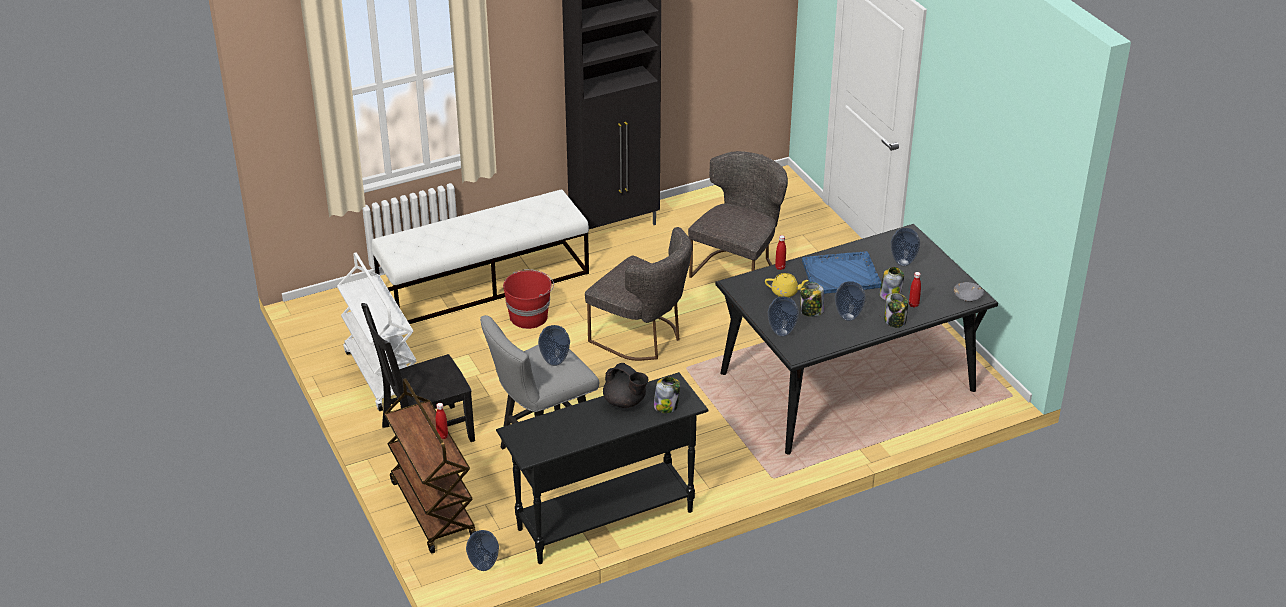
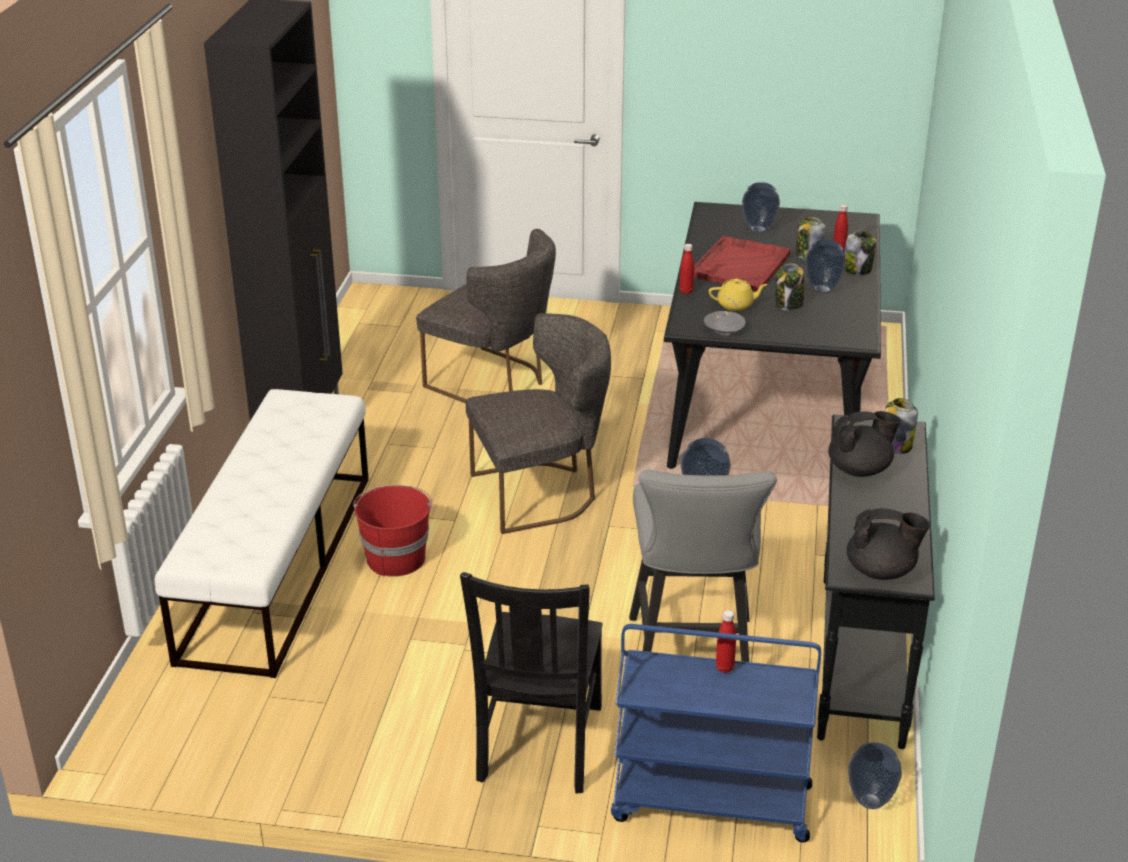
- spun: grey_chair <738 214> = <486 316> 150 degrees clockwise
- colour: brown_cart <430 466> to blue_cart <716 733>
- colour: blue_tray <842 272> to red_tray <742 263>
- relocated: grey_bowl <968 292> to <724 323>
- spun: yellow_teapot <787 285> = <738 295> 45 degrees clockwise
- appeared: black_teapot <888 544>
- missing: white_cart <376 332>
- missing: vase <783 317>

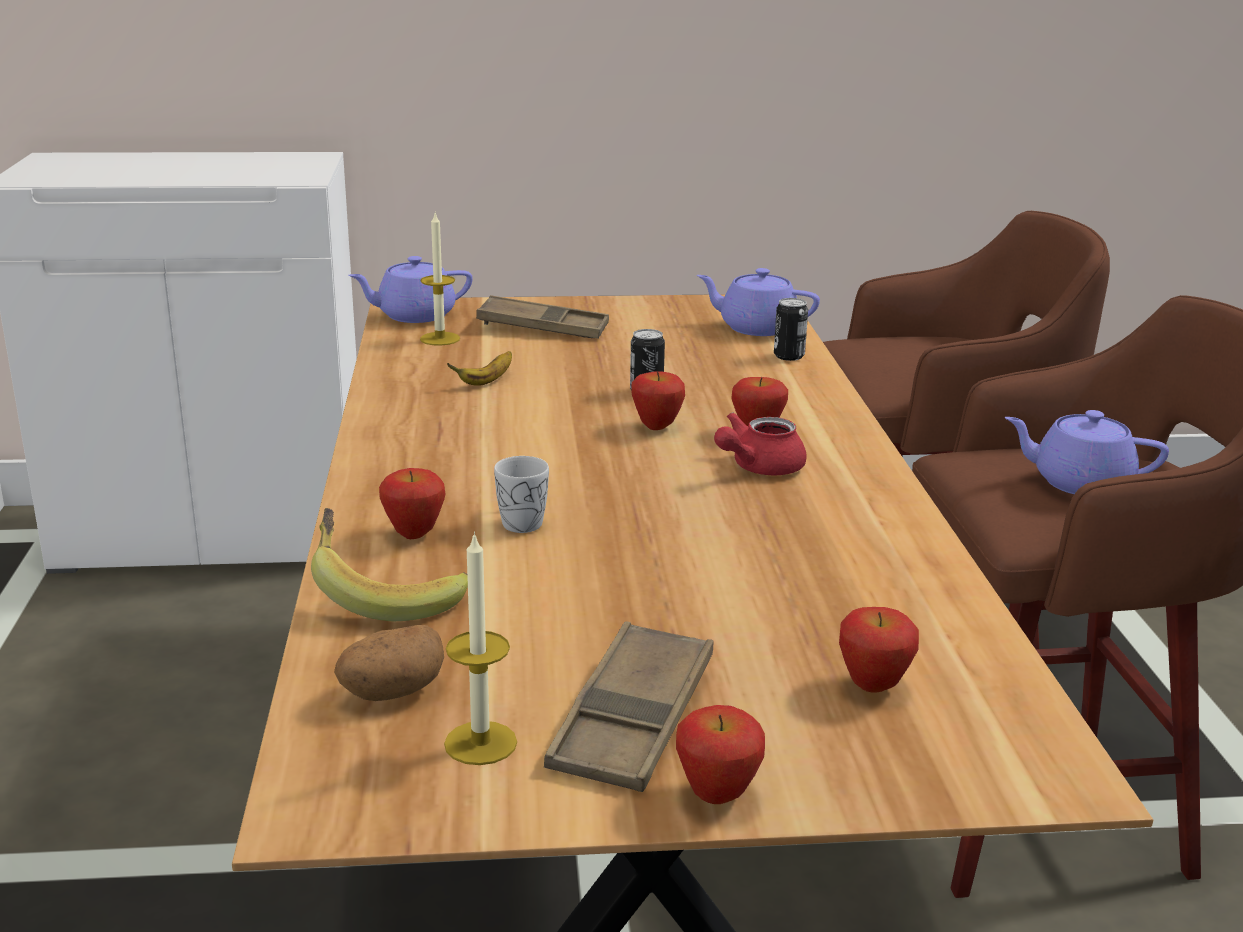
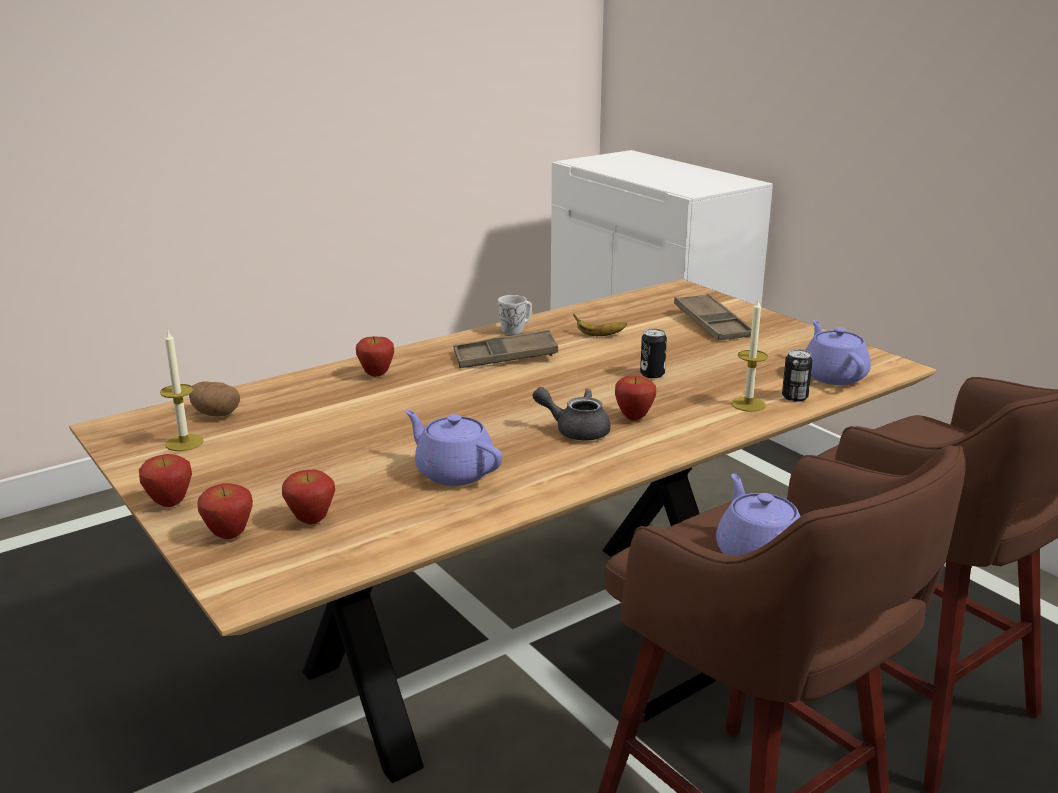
- relocated: apple <658 400> to <225 511>
- relocated: purple_teapot <411 289> to <453 448>
- relocated: brown_tray <629 706> to <505 349>
- relocated: white_mug <521 494> to <515 315>
- colour: red_teapot <760 444> to grey_teapot <571 413>
- relocated: candle <440 279> to <749 356>
- missing: banana <389 564>

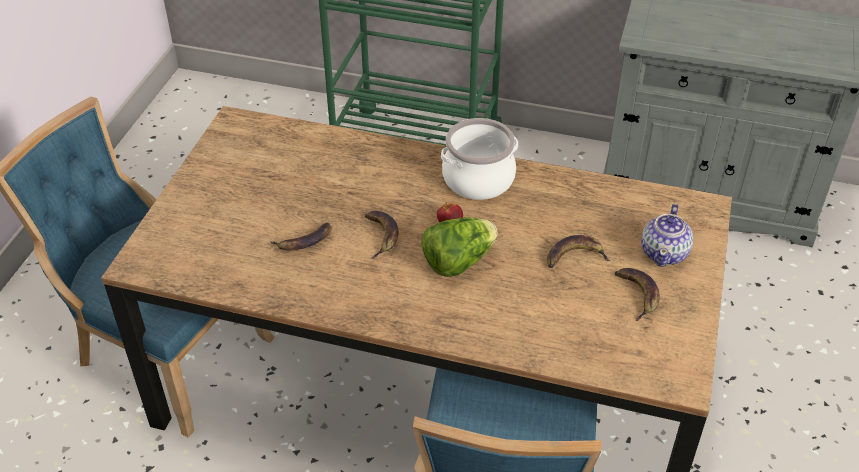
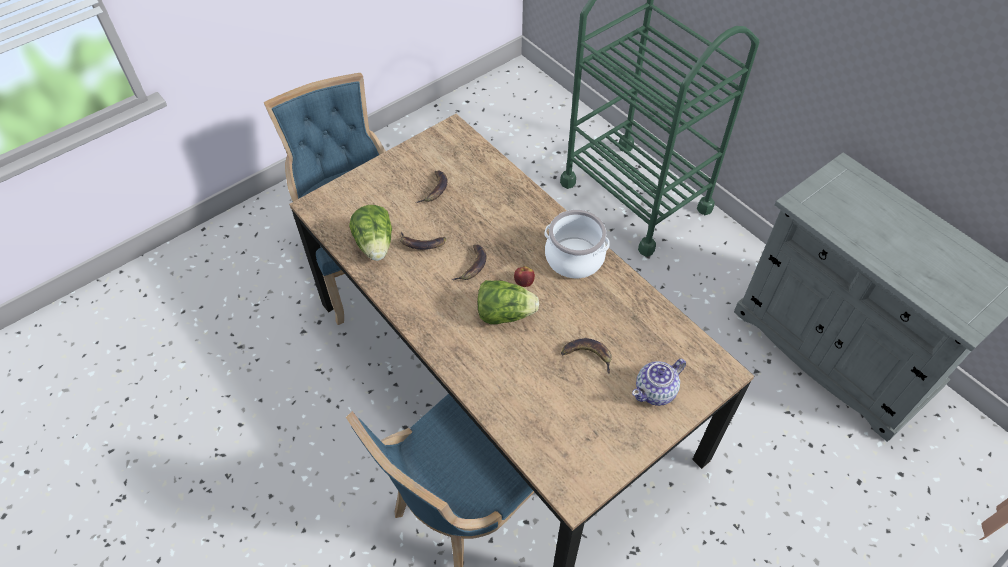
- appeared: lettuce <370 233>
- relocated: banana <637 294> to <432 187>

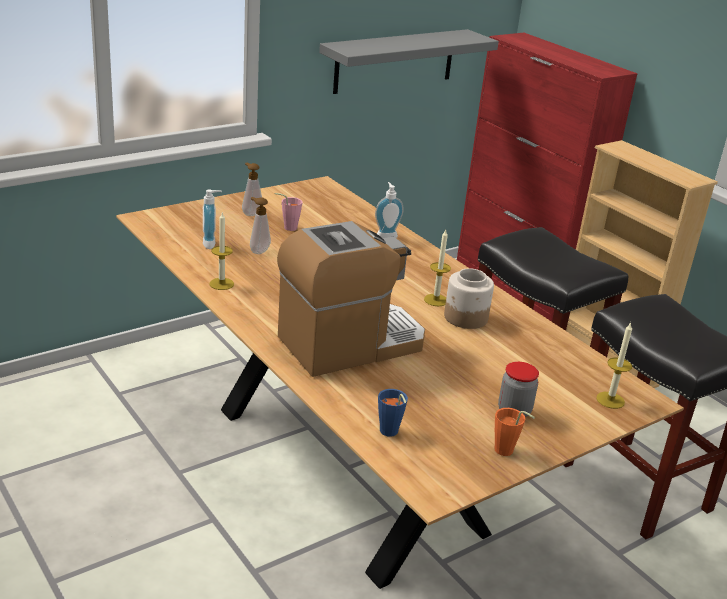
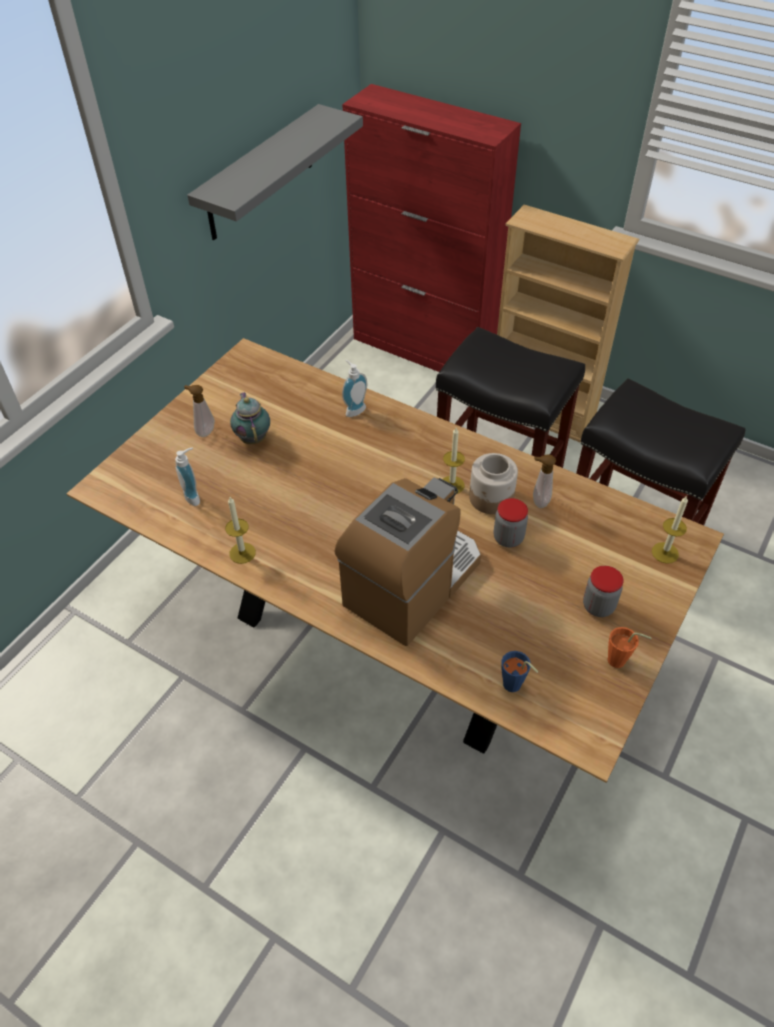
- exchanged: pink_cup <288 212> to teapot <250 418>
- appeared: jar <511 523>
- relocated: soap_dispenser <260 225> to <544 481>

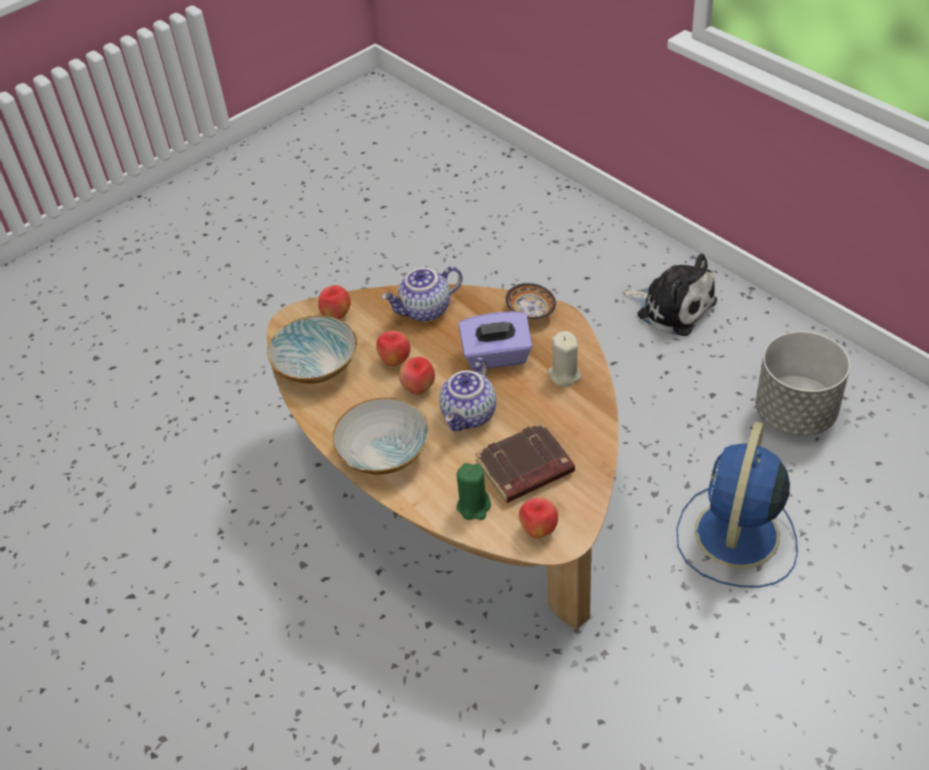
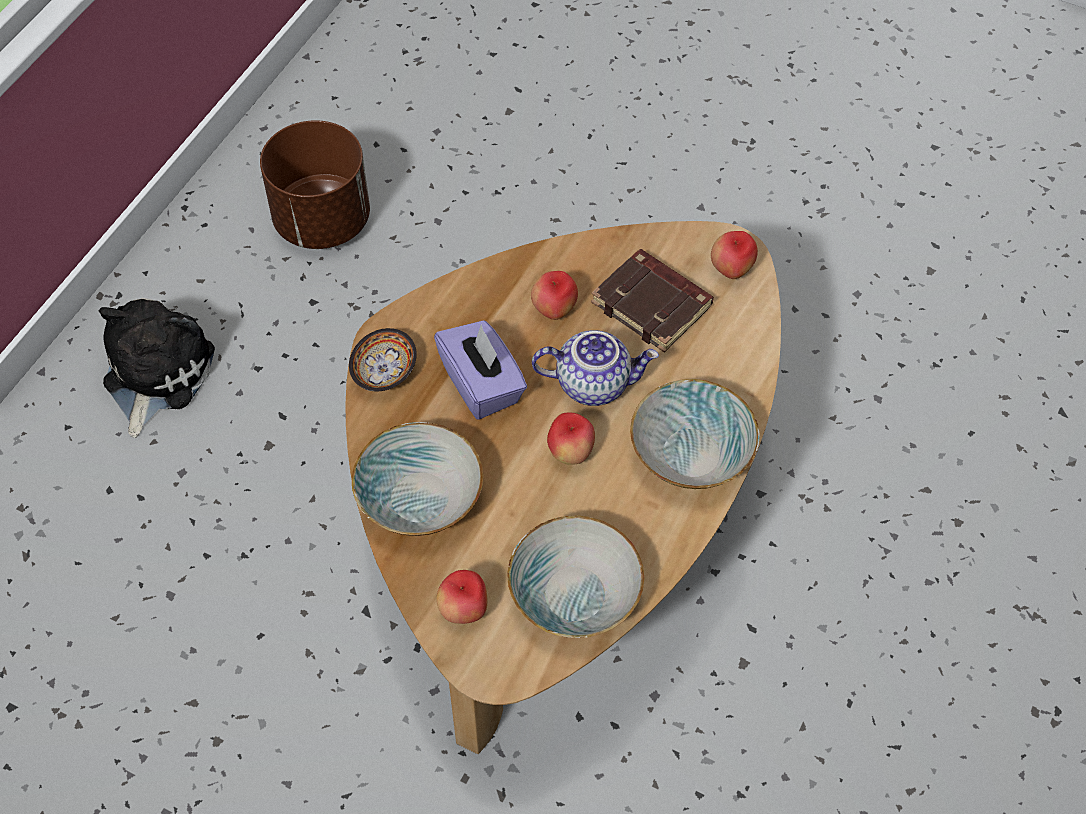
- colour: grey_planter <803 383> to brown_planter <315 184>
- exchanged: teapot <422 294> to bowl <417 479>
- relocated: apple <393 348> to <554 295>
- missing: green_candle <474 491>
- missing: beige_candle <564 359>
- missing: blue_fan <737 504>

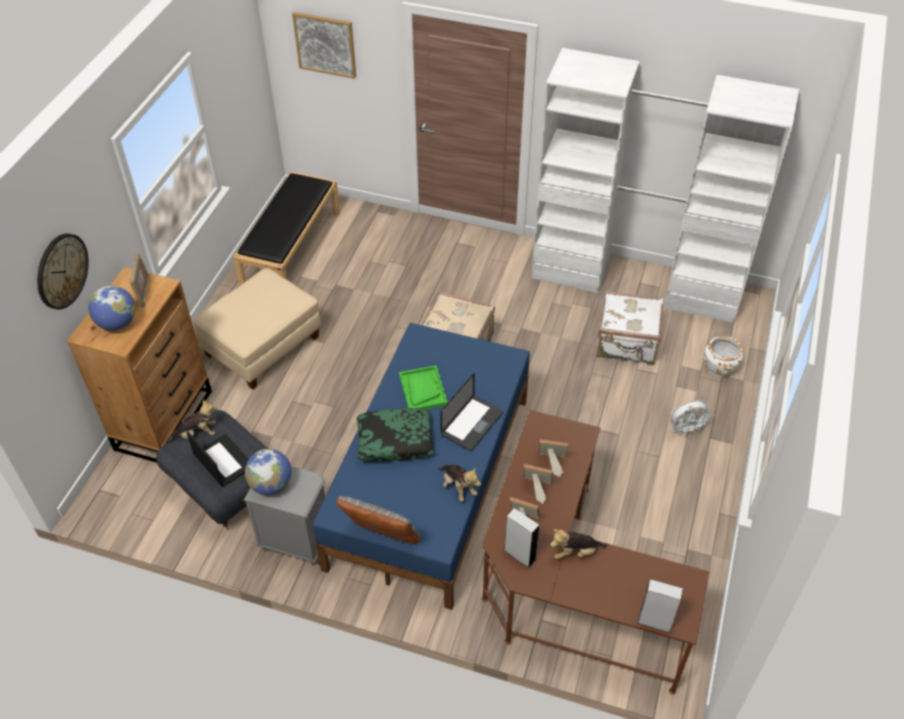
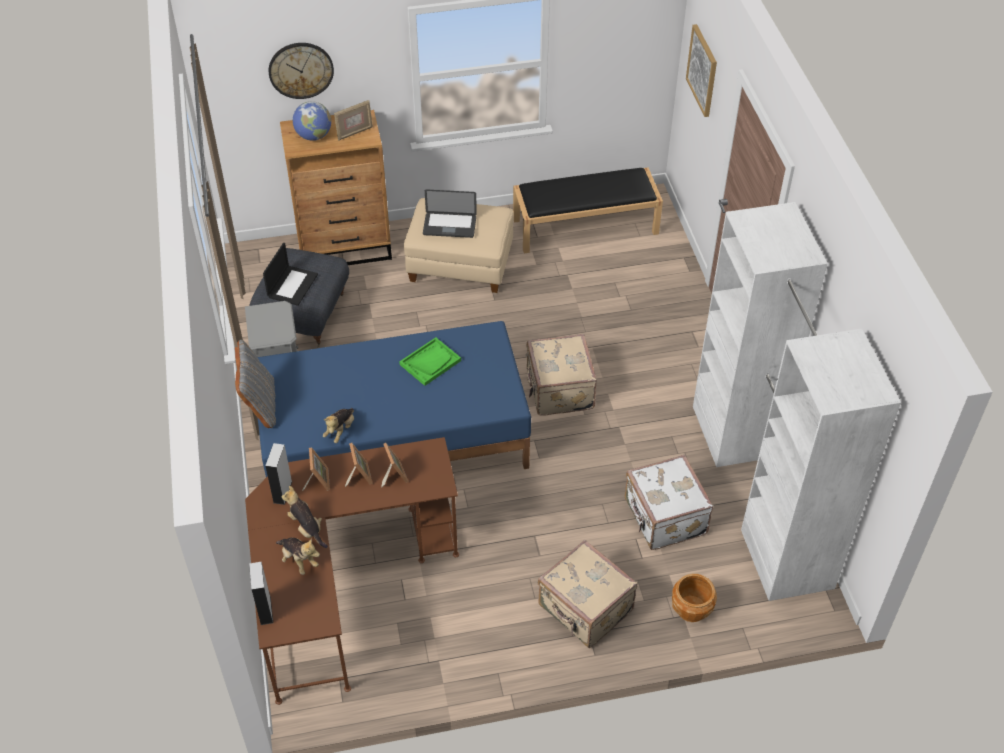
- relocated: plush_toy <192 421> to <298 556>
- relocated: laptop <471 412> to <450 213>
- exchanged: white_fan <692 418> to beige_suitcase <587 594>
- colour: white_planter <723 356> to brown_planter <694 598>
- missing: globe <268 472>
- missing: pillow <395 435>

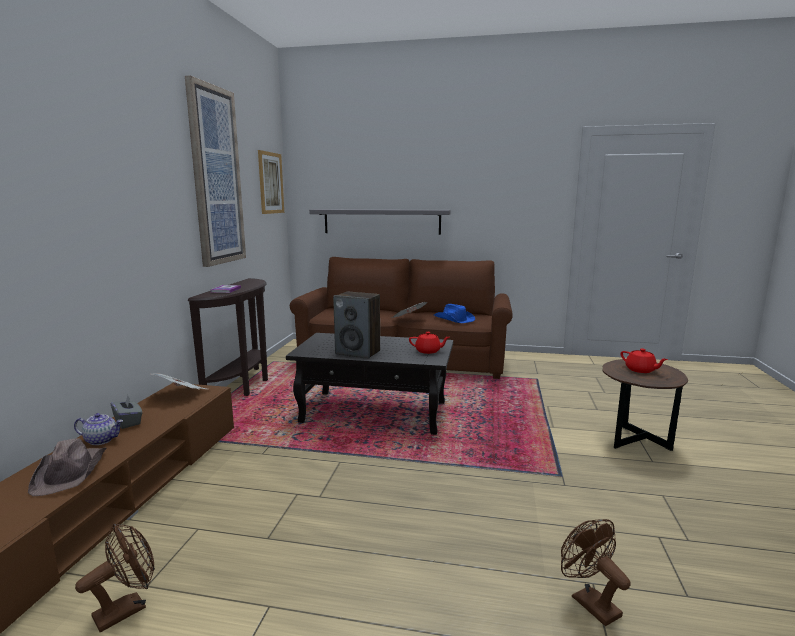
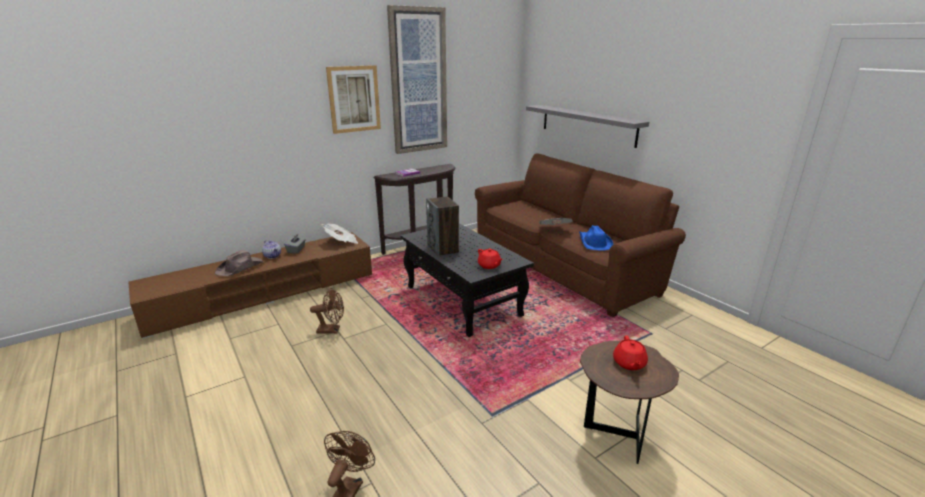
- relocated: brown_fan <115 578> to <327 310>
- relocated: picture <271 182> to <353 99>

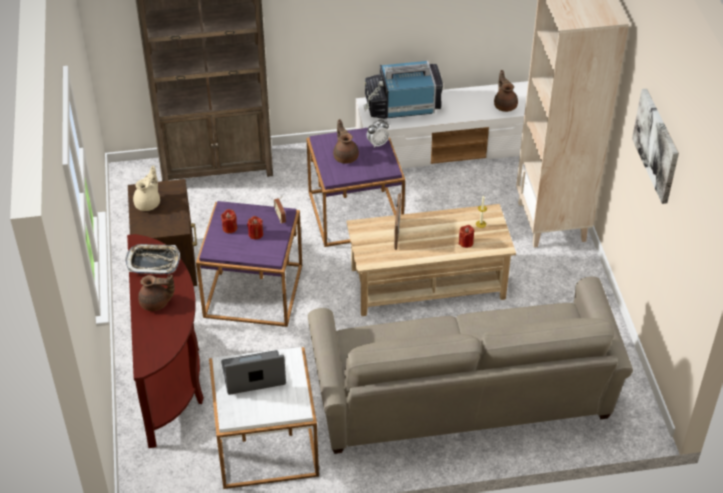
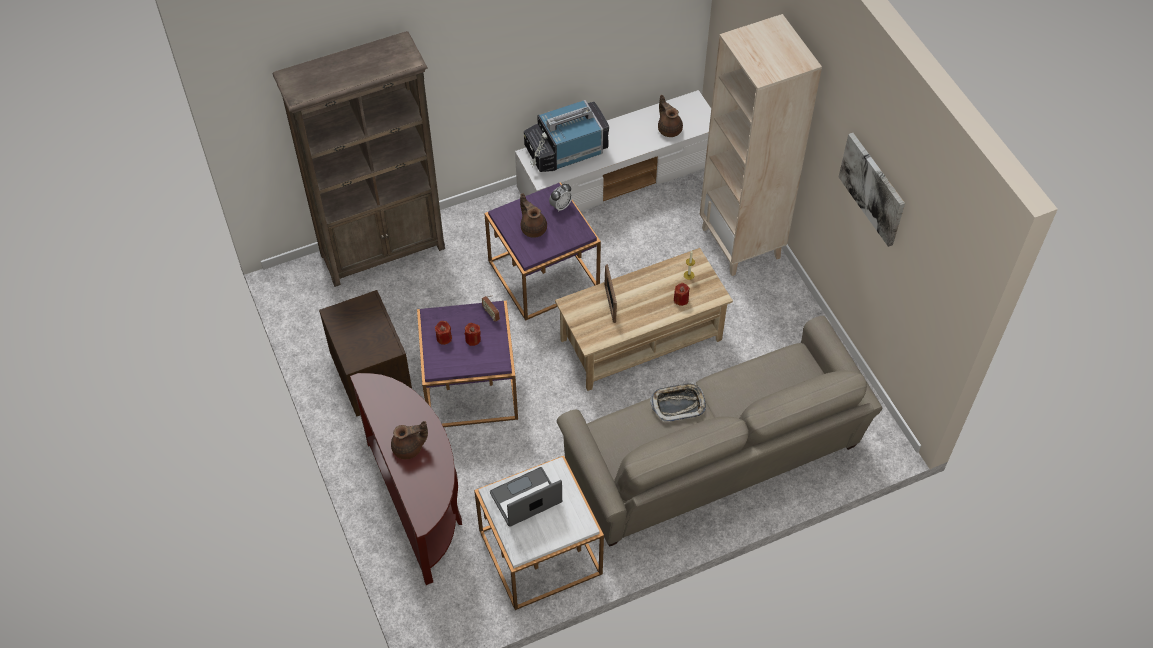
- relocated: tray <152 259> to <678 402>
- missing: beige_teapot <146 188>

